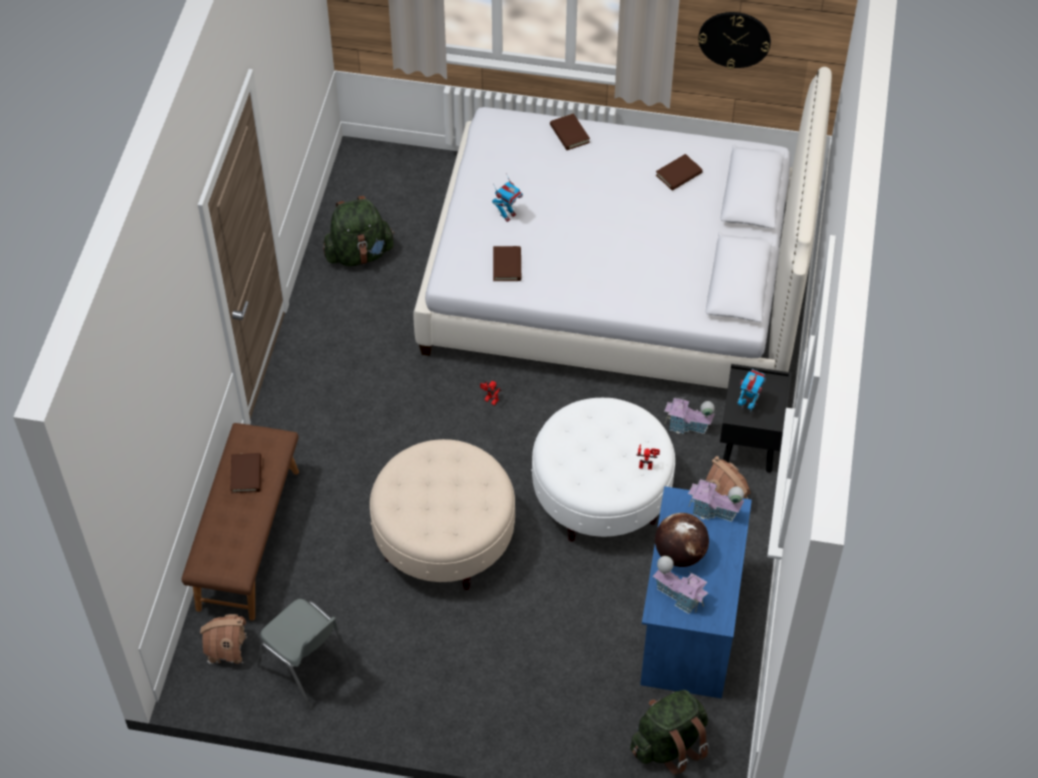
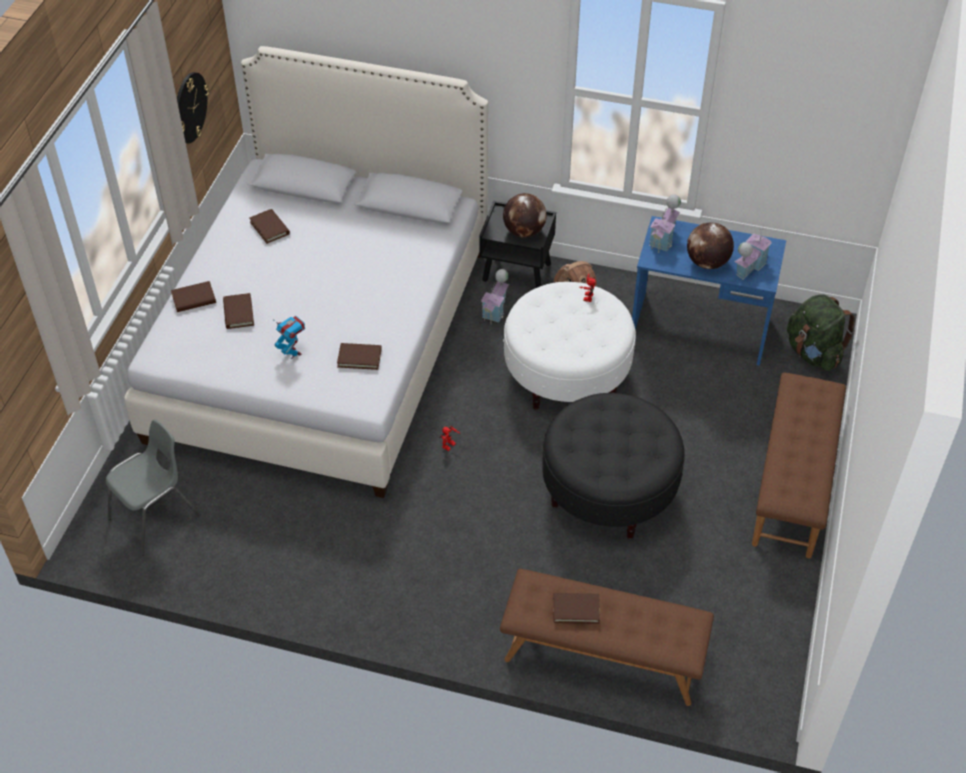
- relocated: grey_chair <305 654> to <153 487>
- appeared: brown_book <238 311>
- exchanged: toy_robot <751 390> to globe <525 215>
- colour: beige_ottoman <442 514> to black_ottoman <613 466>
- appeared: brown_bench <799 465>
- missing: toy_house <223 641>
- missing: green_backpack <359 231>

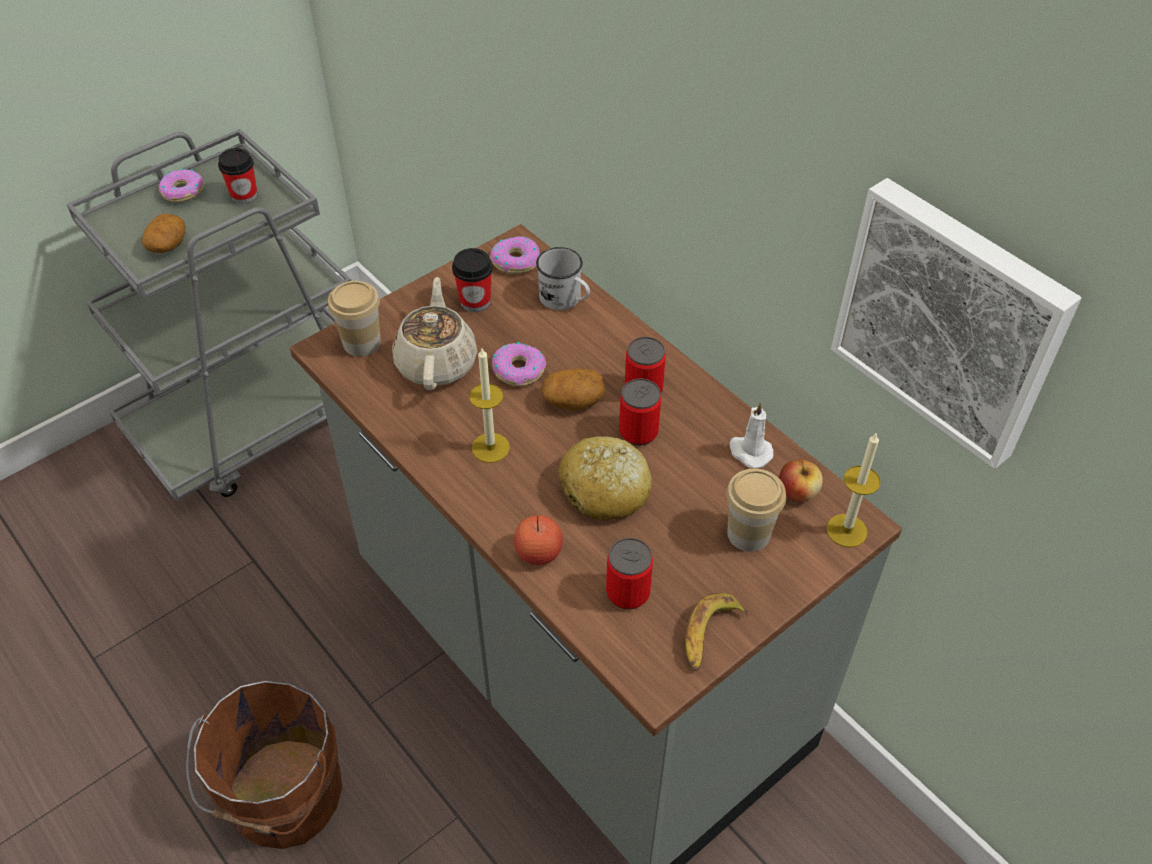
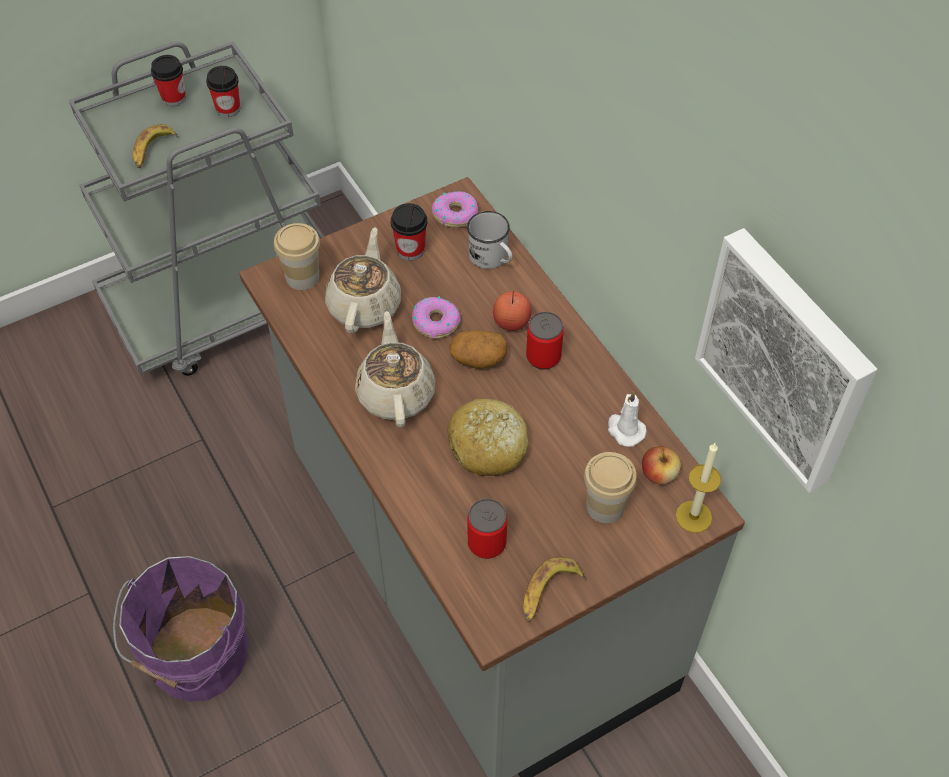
- colour: brown_bucket <264 765> to purple_bucket <181 629>
- exchanged: potato <164 233> to banana <155 146>
- exchanged: donut <181 185> to cup <168 80>
- exchanged: candle <489 405> to beige_teapot <395 369>
- relocated: apple <538 540> to <512 311>
- missing: can <640 412>

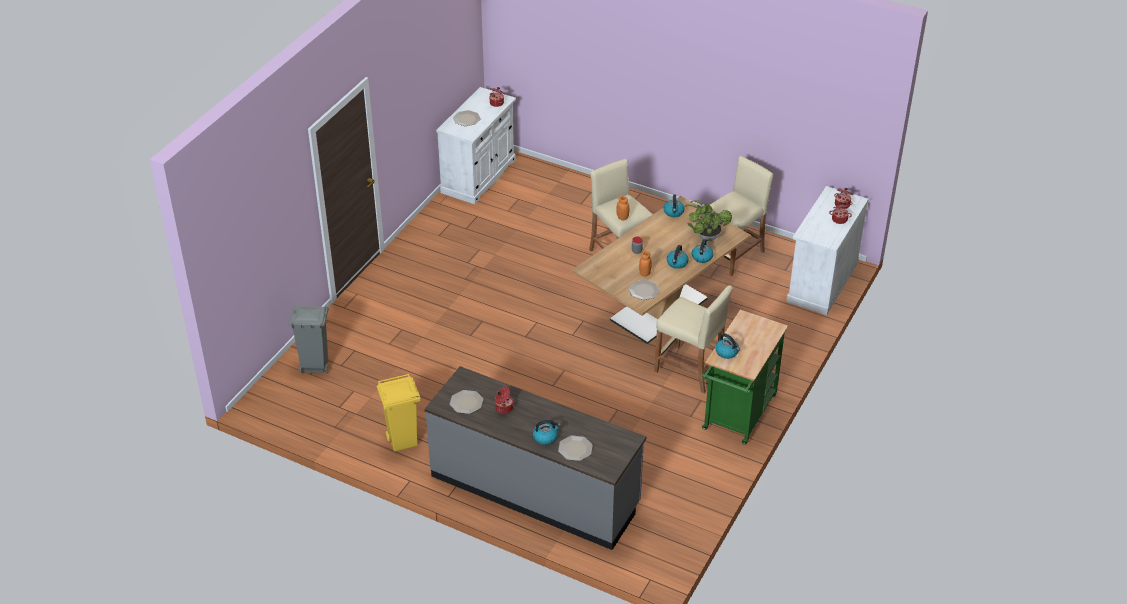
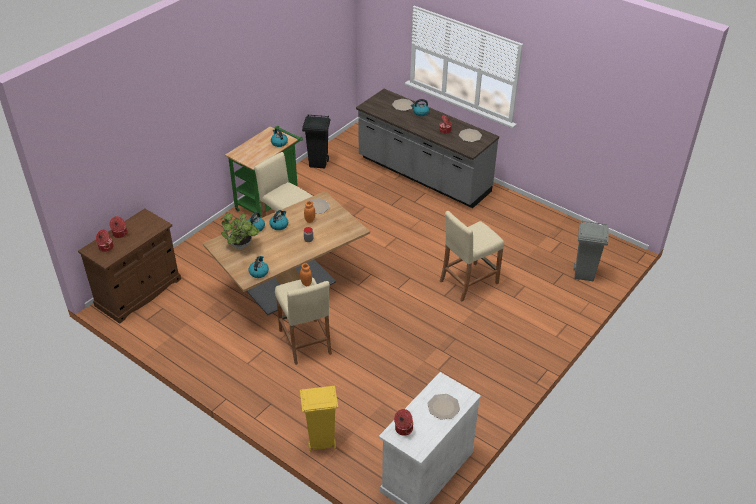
- colour: white_cabinet <827 250> to brown_cabinet <129 266>
- relocated: yellow_trash_can <399 413> to <319 419>
- appeared: black_trash_can <316 141>
- relocated: beige_stool <741 216> to <472 256>

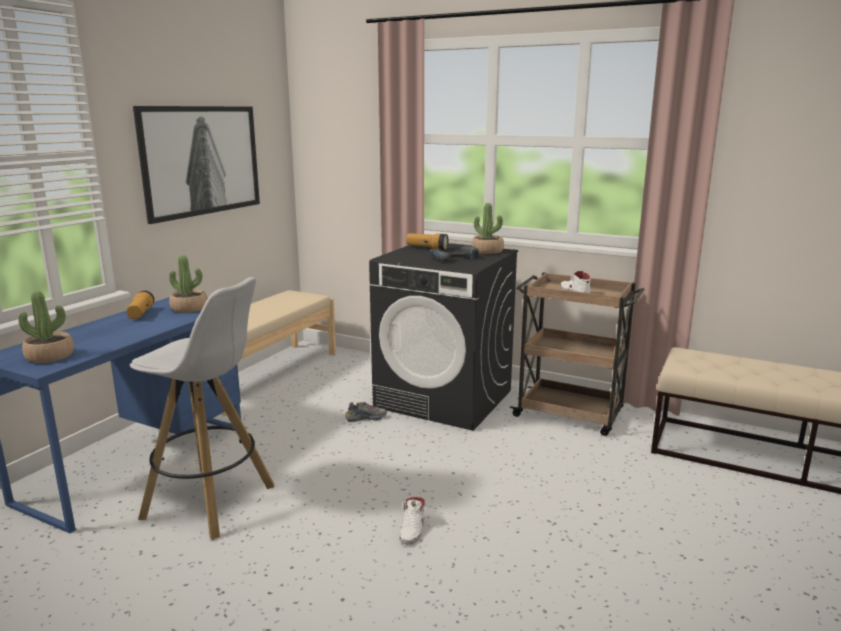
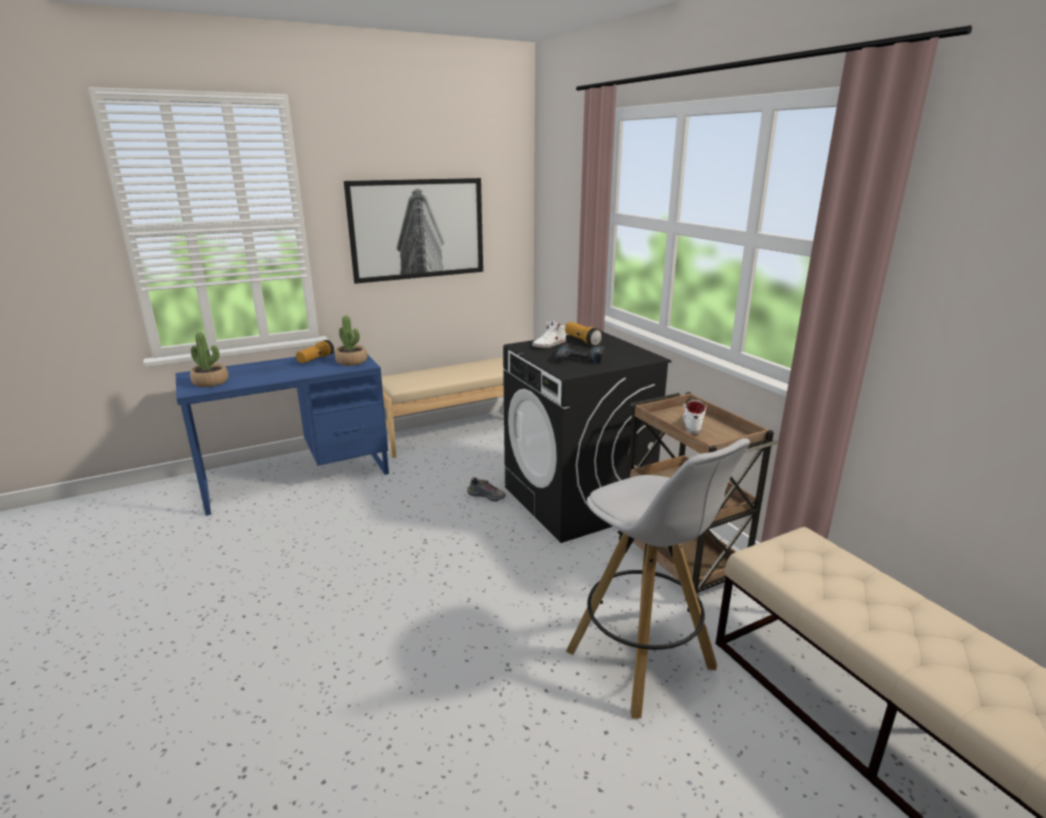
- relocated: white_shoe <413 521> to <549 334>
- relocated: white_stool <202 408> to <658 578>
- missing: potted_plant <488 228>

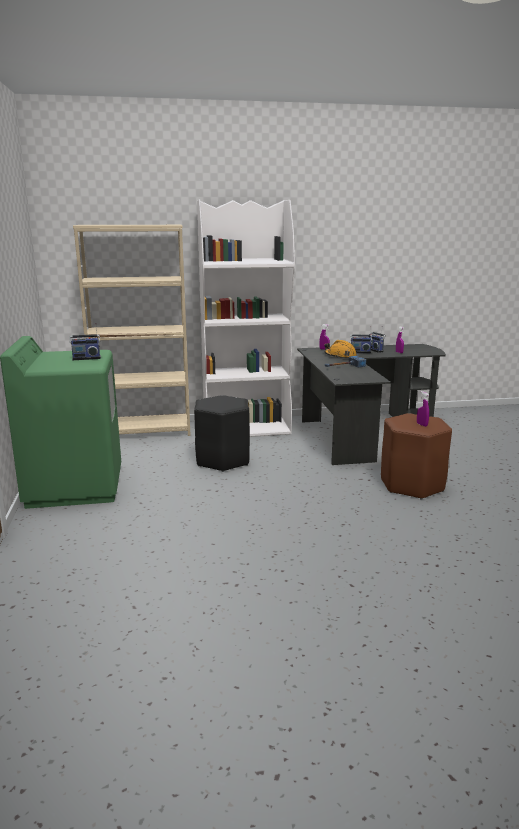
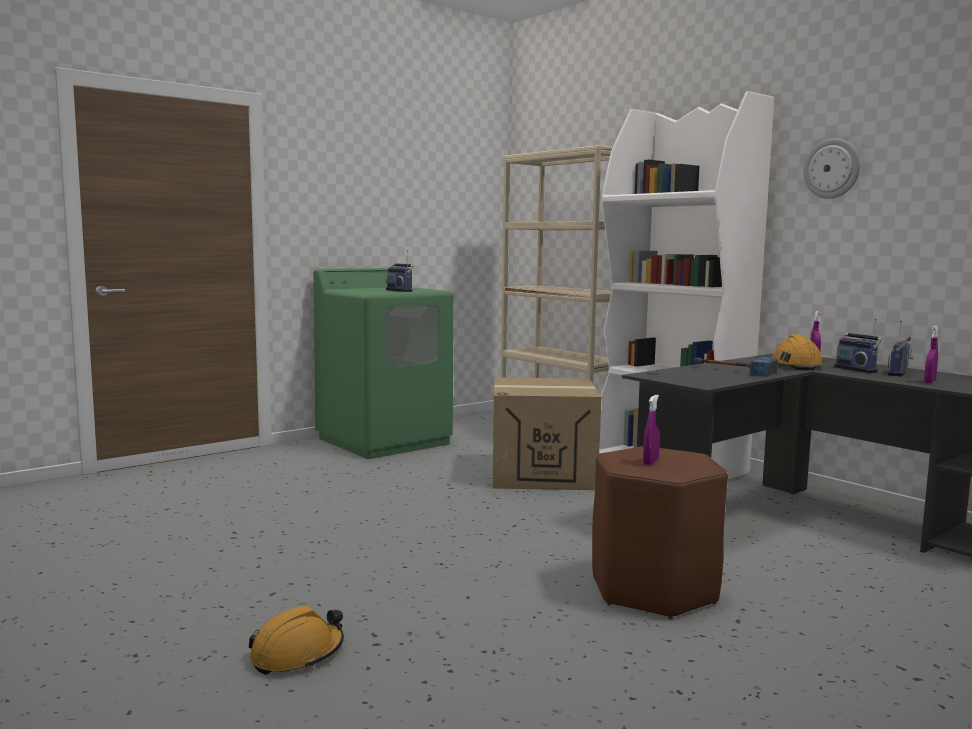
- appeared: orange_hard_hat <296 640>
- exchanged: black_stool <222 433> to cardboard_box <547 433>
- appeared: wall_clock <832 168>

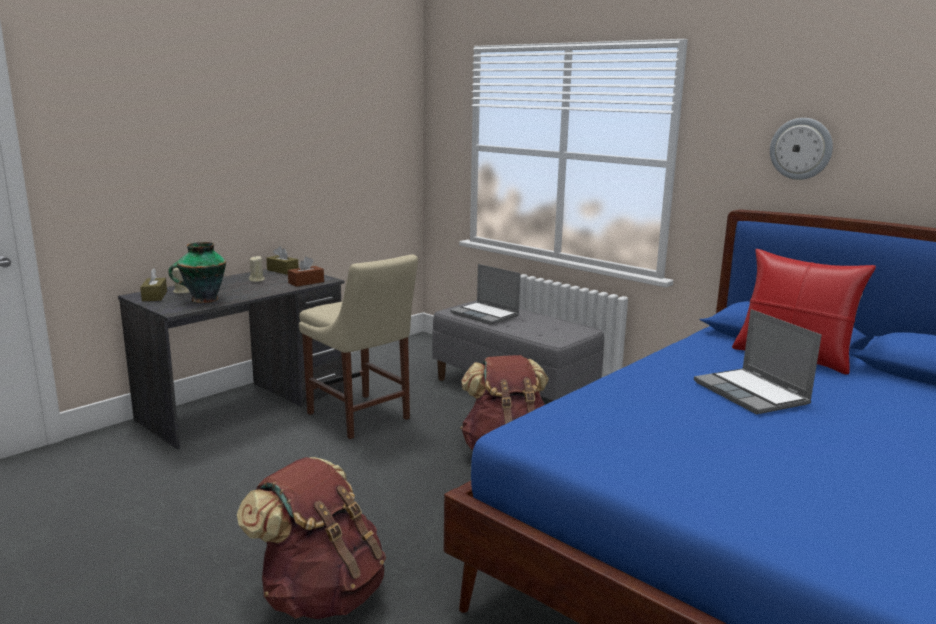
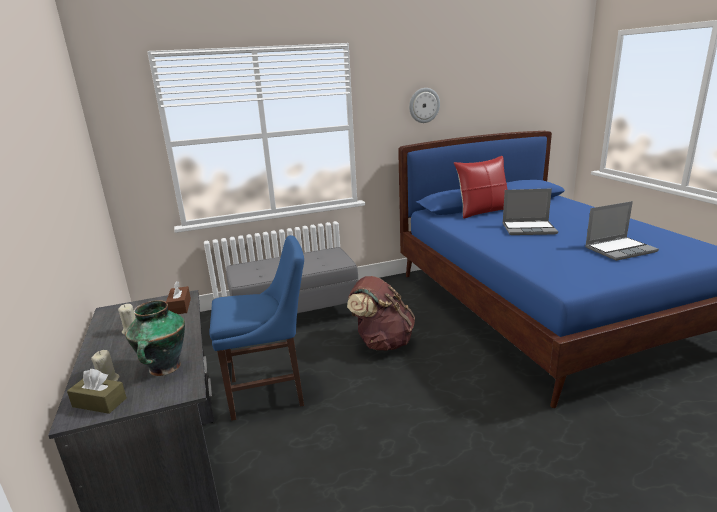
- colour: beige_chair <358 347> to blue_chair <256 328>
- relocated: laptop <485 294> to <622 231>
- missing: brown_backpack <311 538>
- missing: brown_tissue_box <282 260>

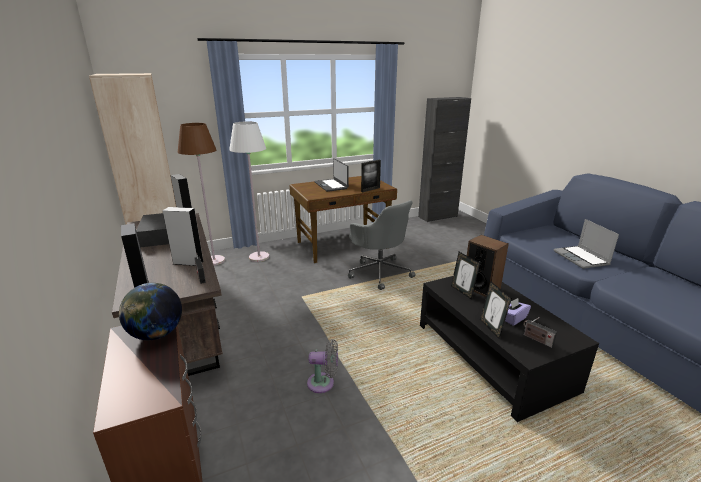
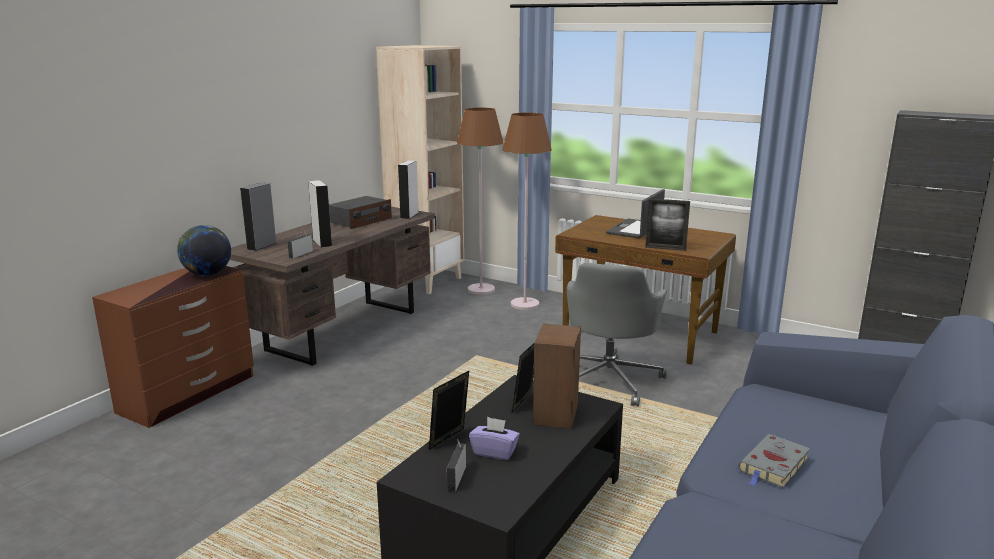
- colour: white_floor_lamp <249 191> to brown_floor_lamp <527 211>
- exchanged: laptop <586 244> to grey_book <774 461>
- missing: grey_fan <322 366>

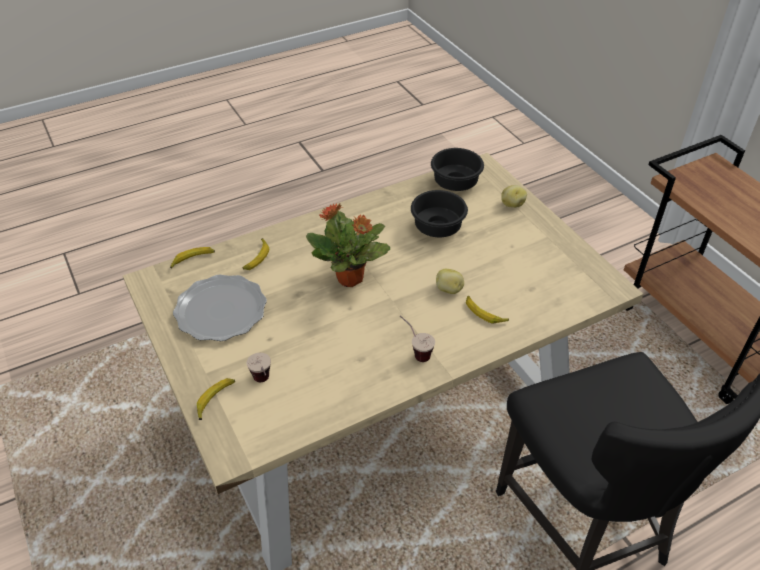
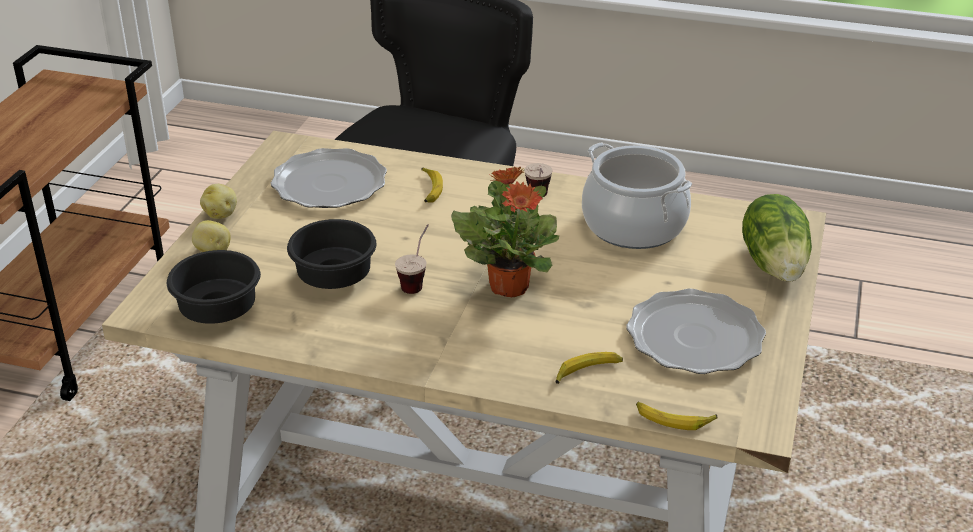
- relocated: potato <450 281> to <218 201>
- appeared: plate <329 178>
- relocated: cup <259 367> to <412 259>
- appeared: cooking_pot <637 195>
- exchanged: banana <216 399> to lettuce <777 238>

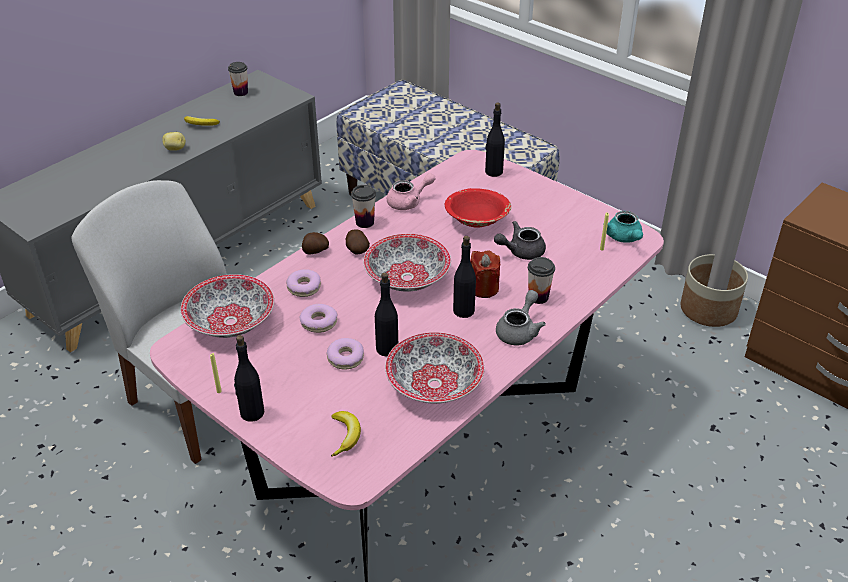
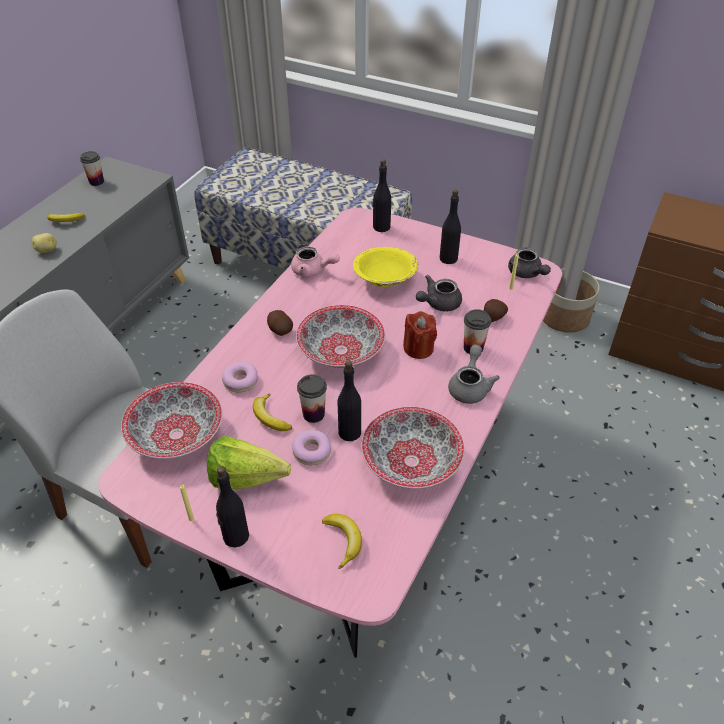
- appeared: lettuce <249 462>
- exchanged: donut <318 318> to banana <272 412>
- spun: pink_teapot <411 191> = <315 261> 60 degrees clockwise
- relocated: cup <363 206> to <312 398>
- colour: red_bowl <478 208> to yellow_bowl <385 267>
- relocated: black_bottle <464 277> to <450 227>
- relocated: potato <315 243> to <496 310>
- colour: turquoise_teapot <623 227> to grey_teapot <529 263>

